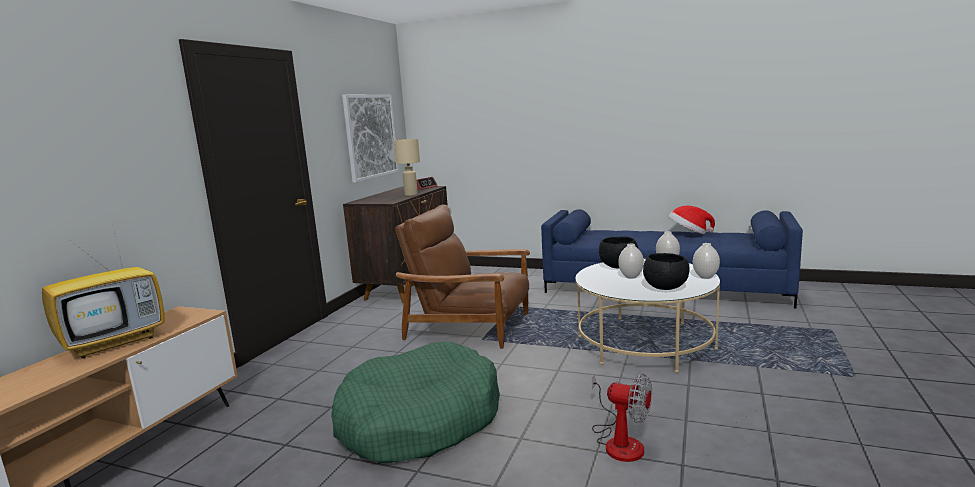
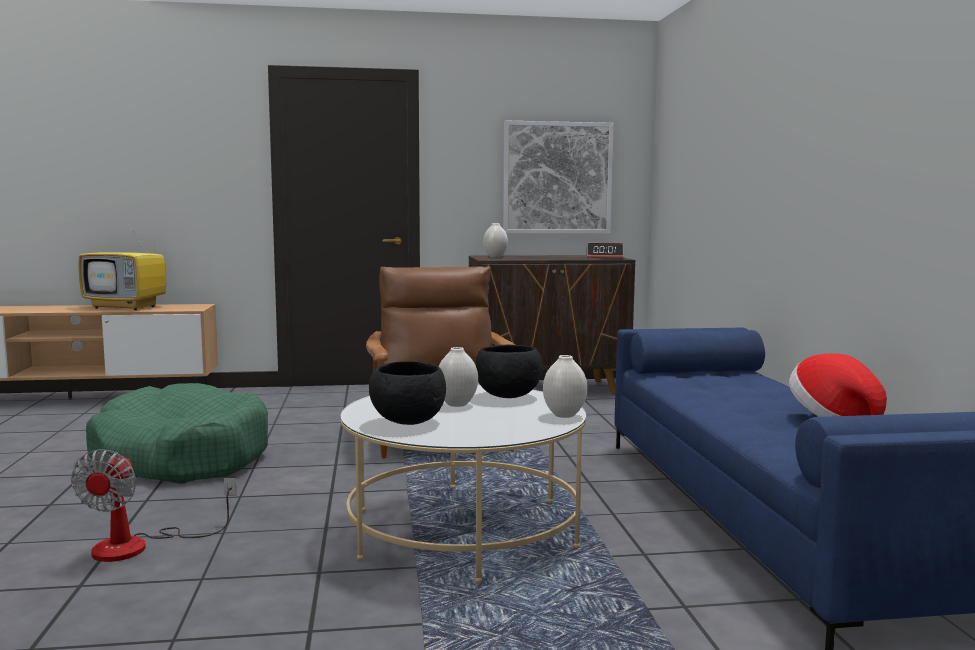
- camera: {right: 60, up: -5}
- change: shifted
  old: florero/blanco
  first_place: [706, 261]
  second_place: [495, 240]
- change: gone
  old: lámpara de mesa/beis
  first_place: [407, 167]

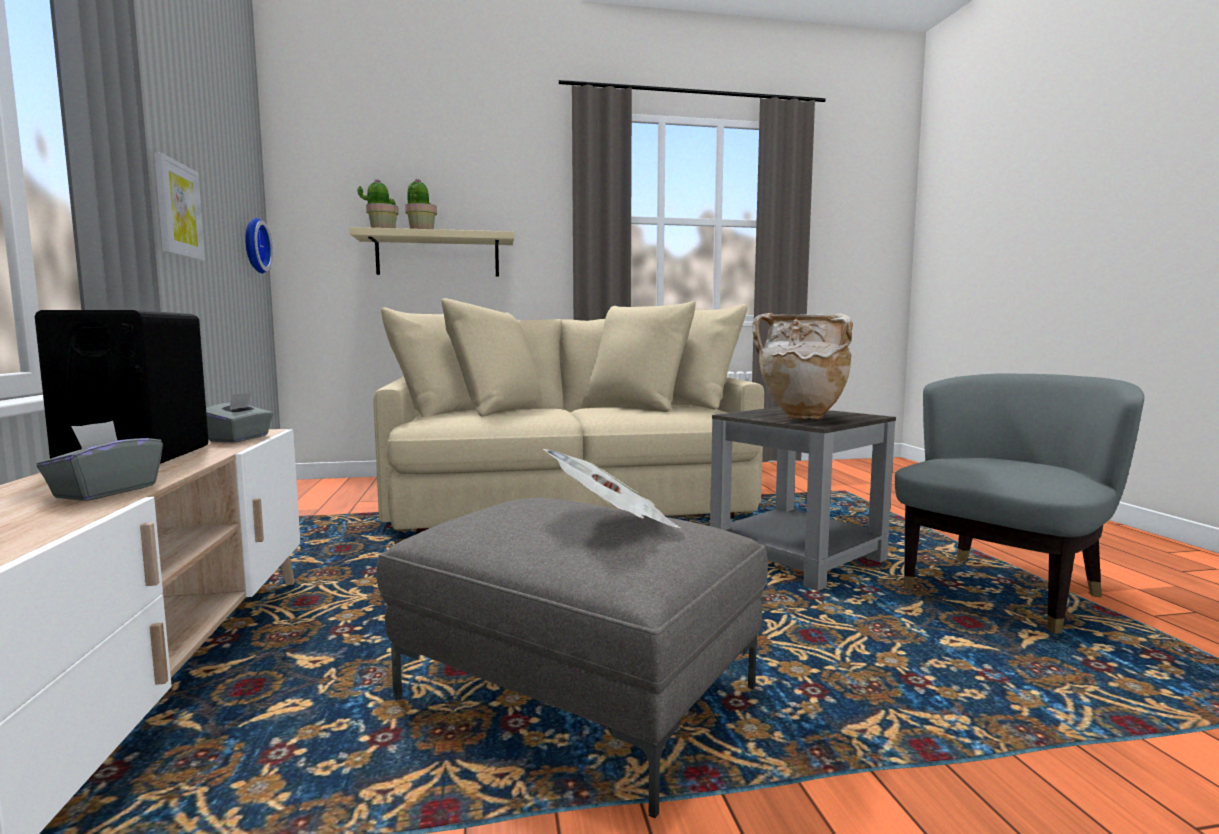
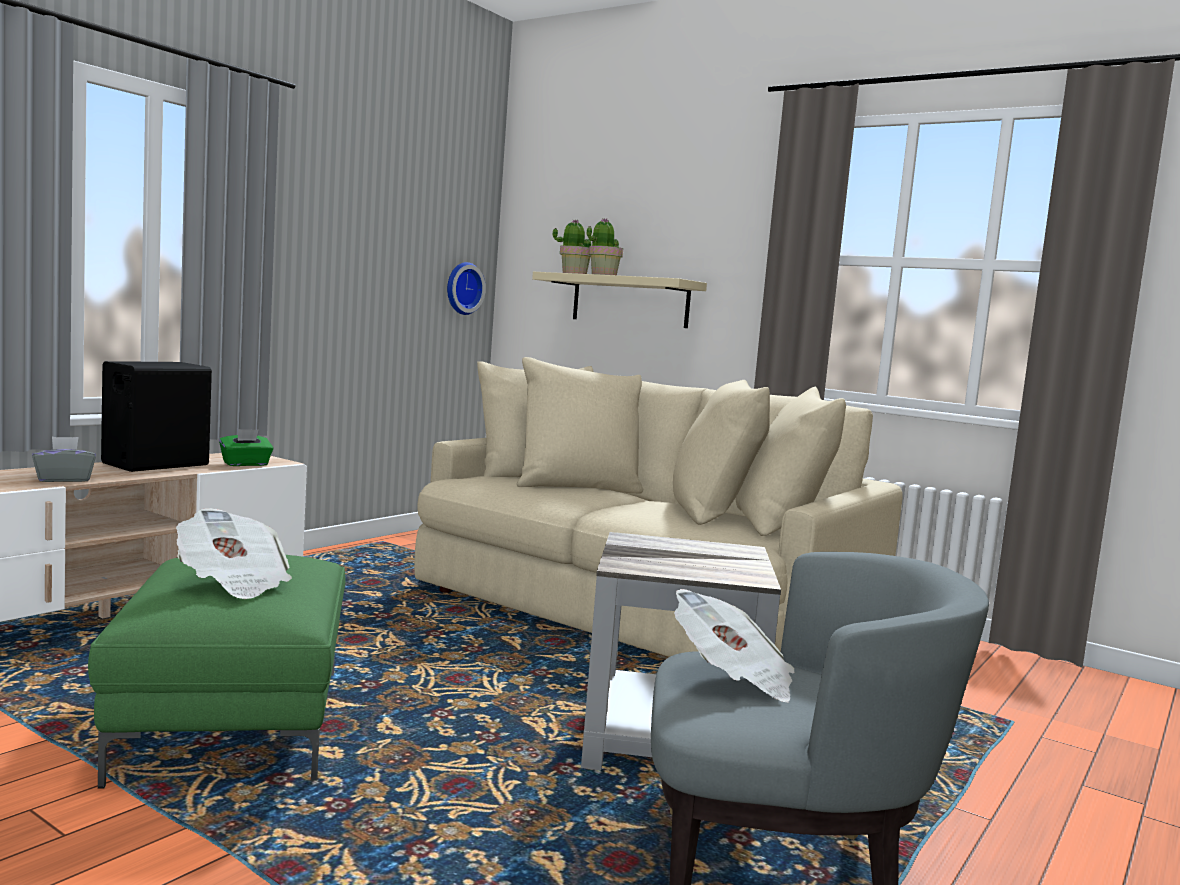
- camera: {right: 45, up: 0}
- change: repainted
  old: puf/gris
  new: puf/verde
  first_place: [572, 658]
  second_place: [216, 672]
- change: repainted
  old: caja de pañuelos/gris
  new: caja de pañuelos/verde
  first_place: [239, 417]
  second_place: [246, 447]
- change: new
  new: periódico
  second_place: [734, 646]
- change: gone
  old: cuadro
  first_place: [179, 206]
- change: gone
  old: florero/beis
  first_place: [802, 366]

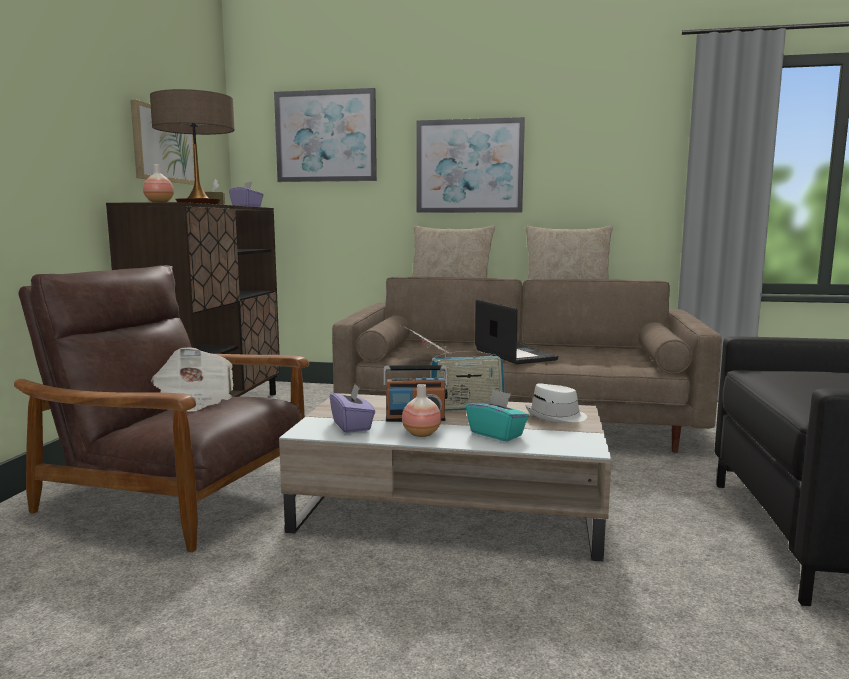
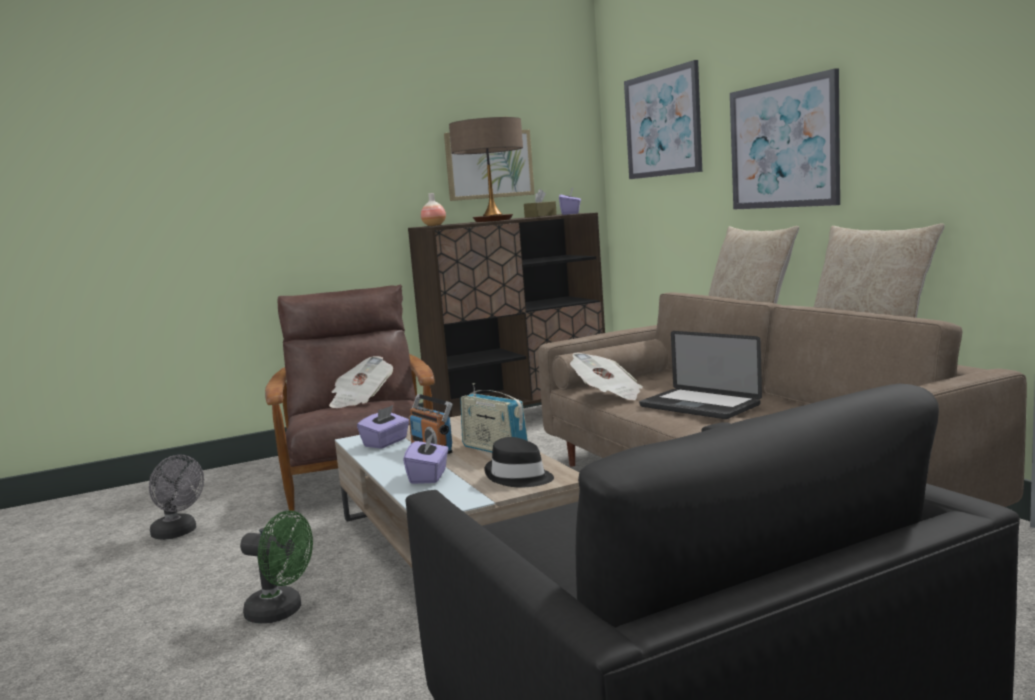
- camera: {right: 55, up: 0}
- change: new
  new: ventilador/gris
  second_place: [176, 497]
- change: new
  new: ventilador/verde
  second_place: [276, 566]
- change: repainted
  old: caja de pañuelos/turquesa
  new: caja de pañuelos/morado
  first_place: [497, 415]
  second_place: [426, 458]
- change: repainted
  old: sombrero/blanco
  new: sombrero/negro
  first_place: [556, 403]
  second_place: [519, 462]
- change: rotated
  old: portátil
  first_place: [516, 331]
  second_place: [700, 375]
  degrees: 105
- change: gone
  old: florero
  first_place: [421, 410]

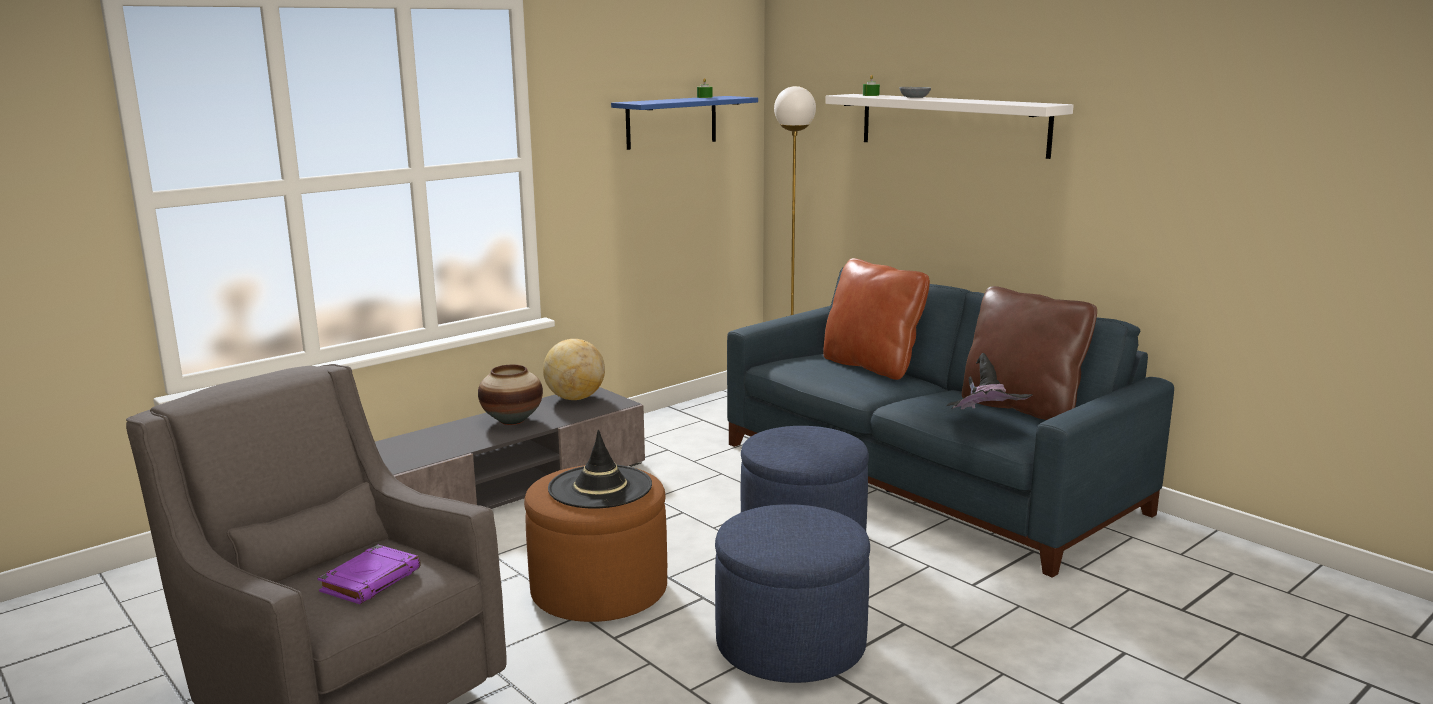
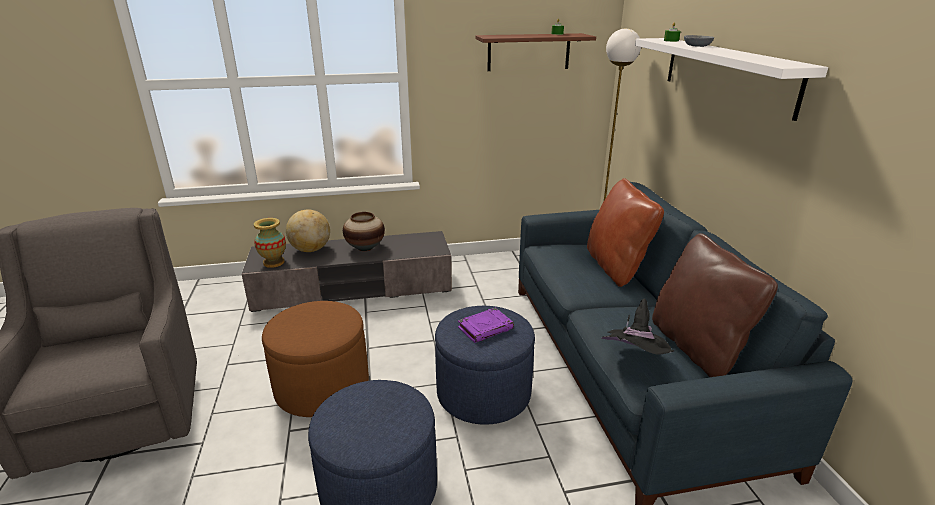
- camera: {right: 30, up: 10}
- change: new
  new: florero
  second_place: [270, 243]
- change: shifted
  old: globo terráqueo
  first_place: [574, 369]
  second_place: [308, 230]
- change: shifted
  old: libro/morado
  first_place: [369, 574]
  second_place: [486, 325]
- change: repainted
  old: estante/azul
  new: estante/marrón
  first_place: [684, 123]
  second_place: [535, 52]
- change: gone
  old: sombrero/negro
  first_place: [600, 469]

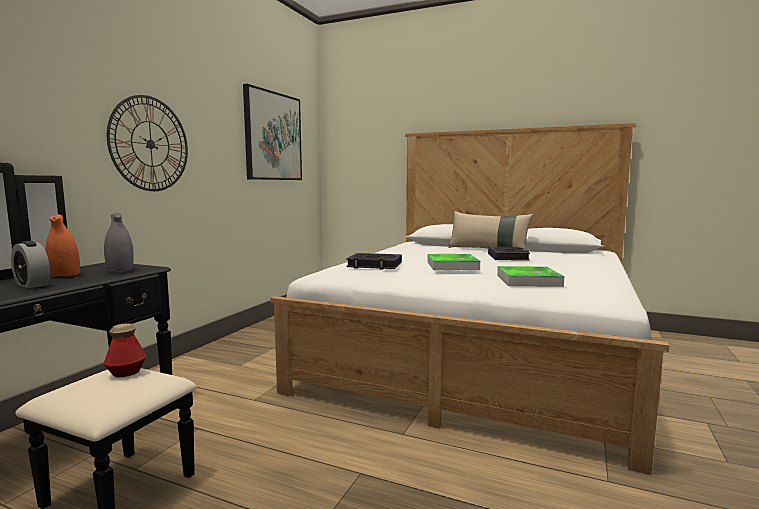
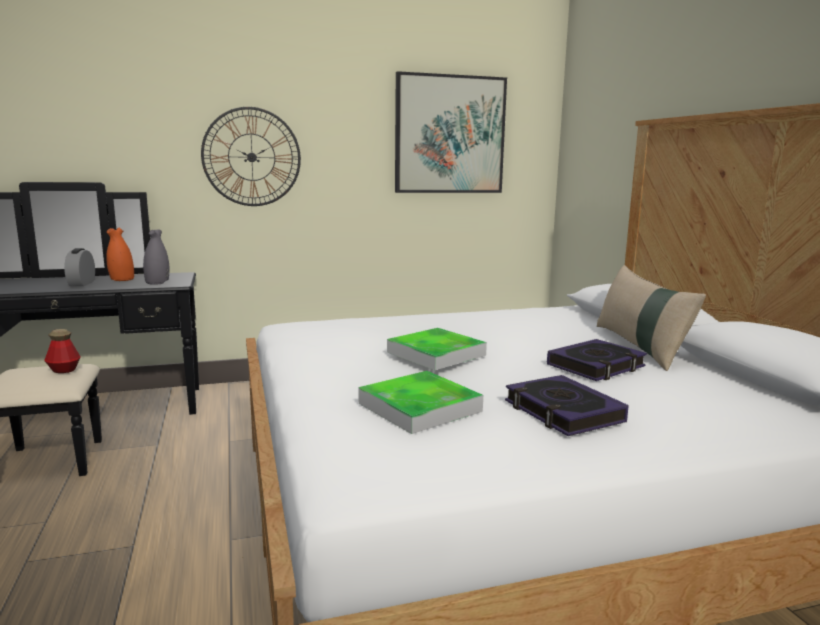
- camera: {right: 50, up: 5}
- change: shifted
  old: libro
  first_place: [374, 261]
  second_place: [567, 405]

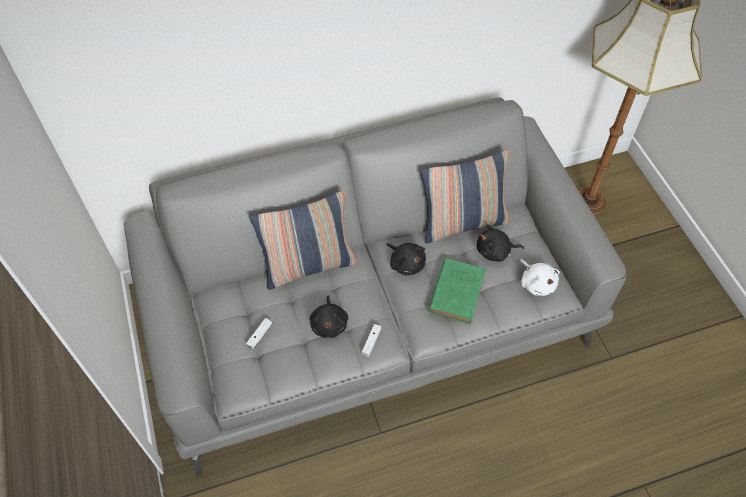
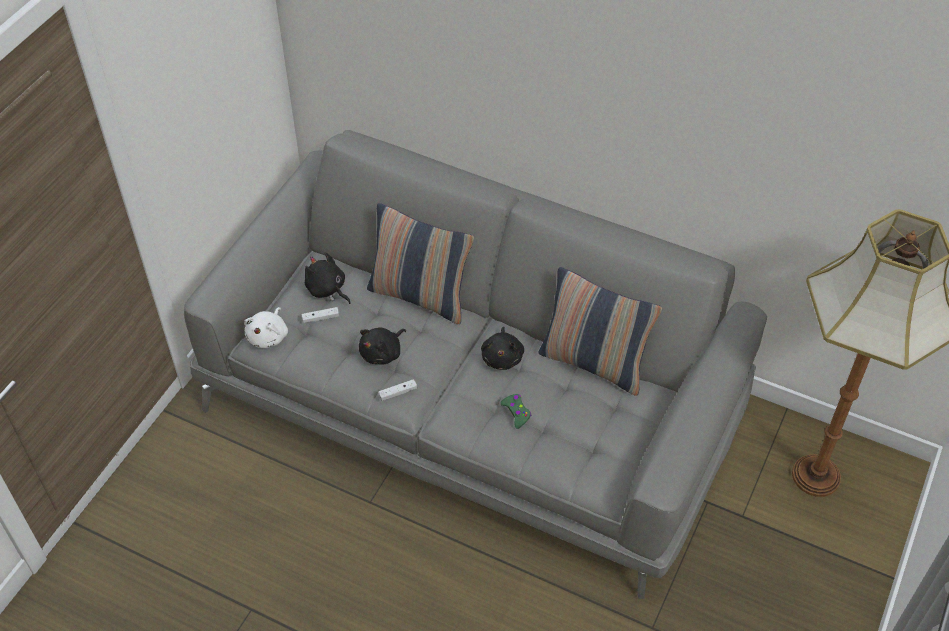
- camera: {right: 45, up: -5}
- change: shifted
  old: peluche/blanco
  first_place: [540, 277]
  second_place: [266, 327]
- change: shifted
  old: peluche/negro
  first_place: [500, 243]
  second_place: [328, 278]
- change: swapped
  old: libro/verde
  new: mando de consola/verde
  first_place: [456, 291]
  second_place: [515, 411]

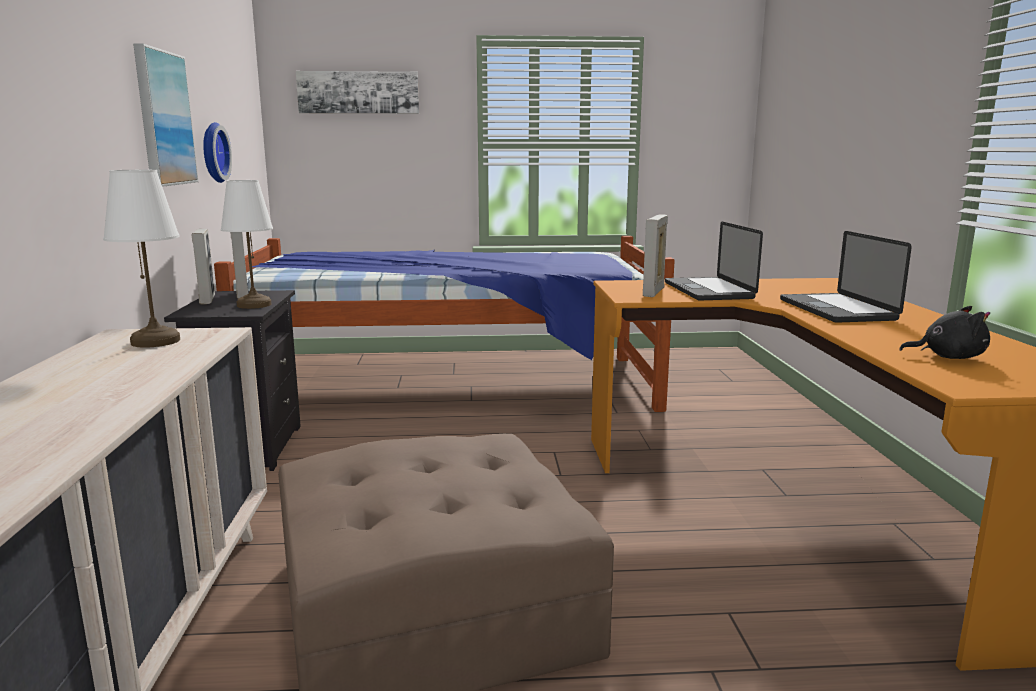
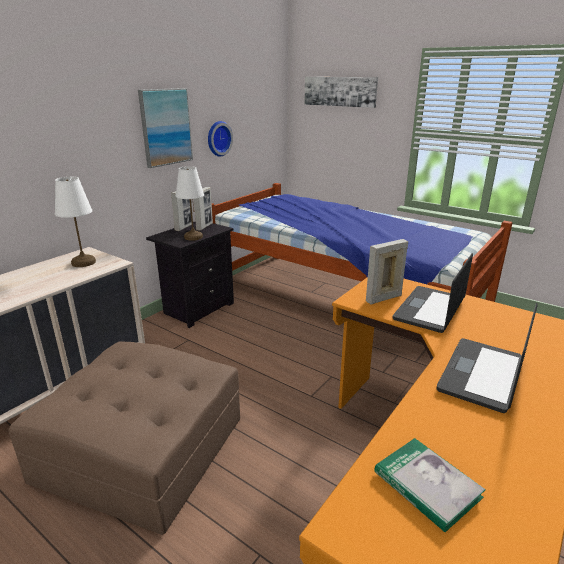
- camera: {right: 40, up: 10}
- change: swapped
  old: peluche/negro
  new: libro
  first_place: [944, 332]
  second_place: [430, 485]

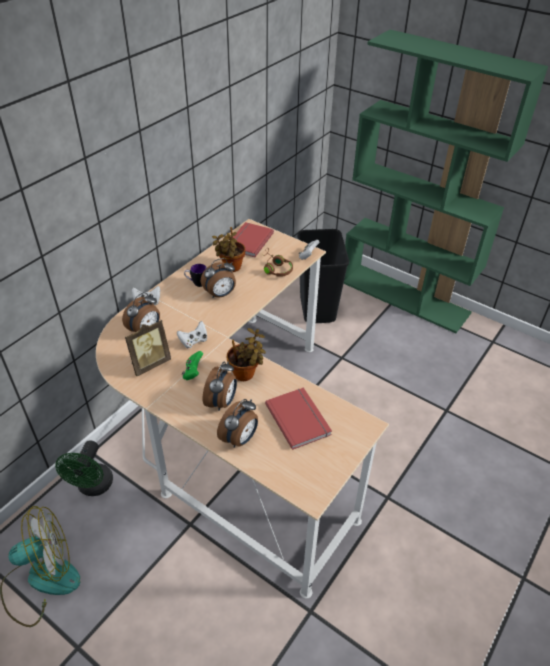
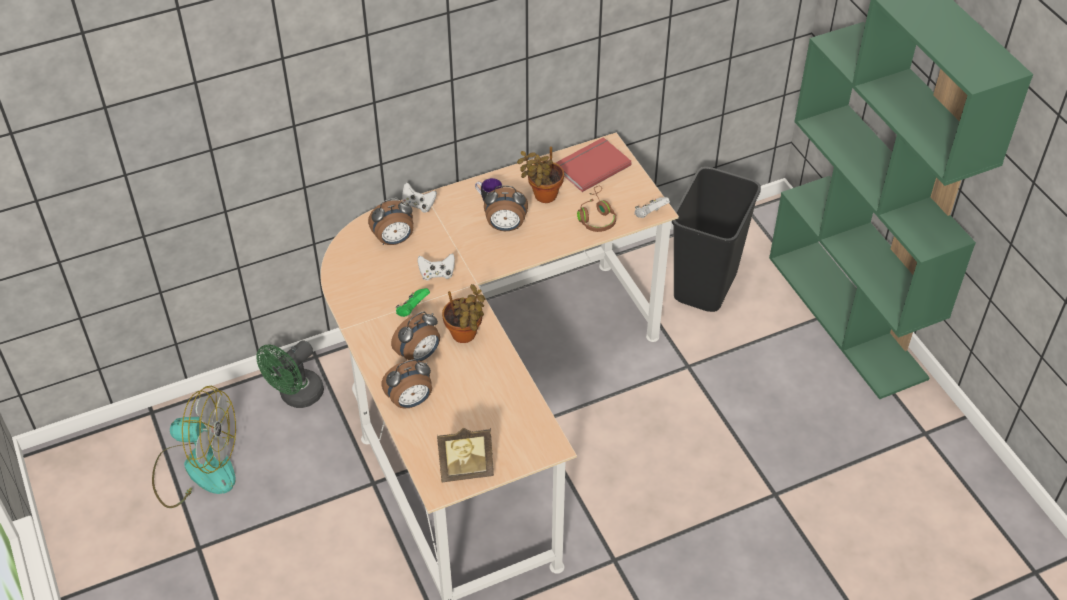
- camera: {right: 30, up: 5}
- change: shifted
  old: portarretratos
  first_place: [148, 348]
  second_place: [465, 455]
- change: gone
  old: libro/rojo
  first_place: [298, 418]

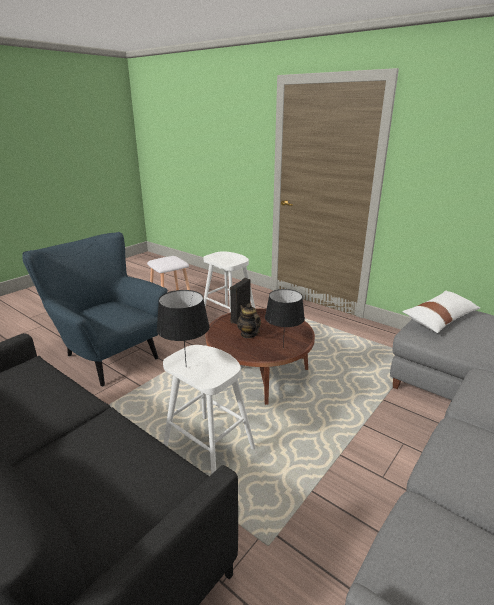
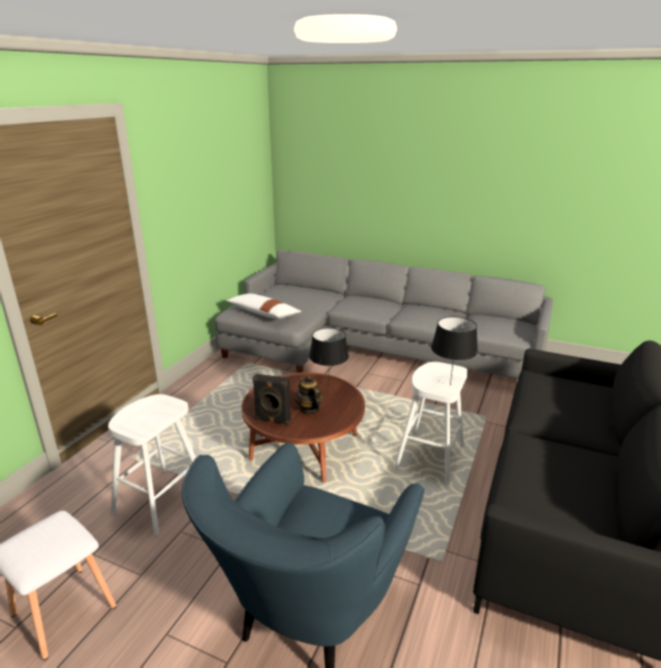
- camera: {right: -105, up: 0}
- change: rotated
  old: tetera
  first_place: [249, 320]
  second_place: [309, 395]
  degrees: 105

